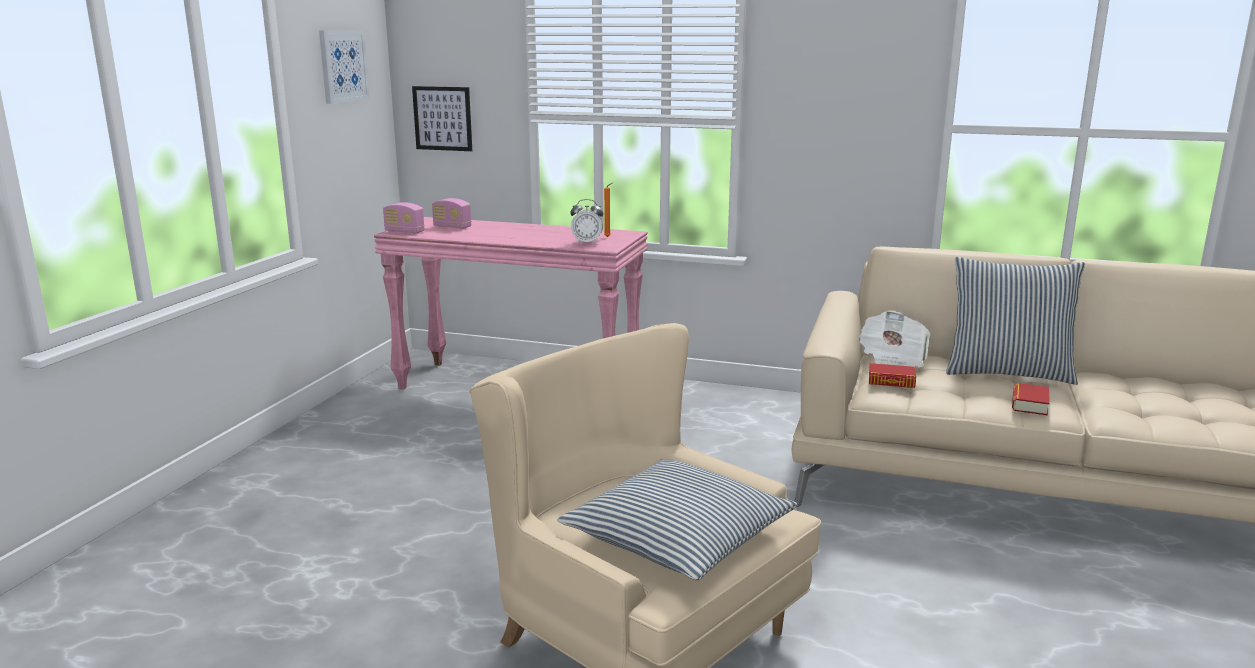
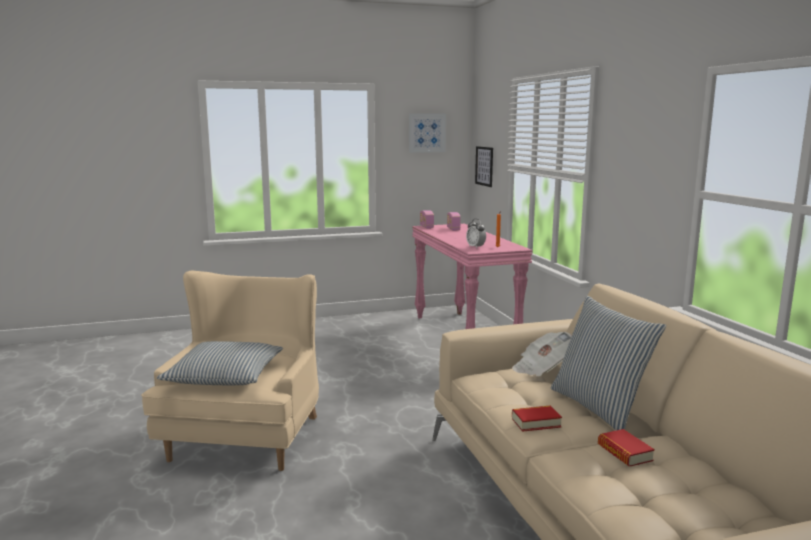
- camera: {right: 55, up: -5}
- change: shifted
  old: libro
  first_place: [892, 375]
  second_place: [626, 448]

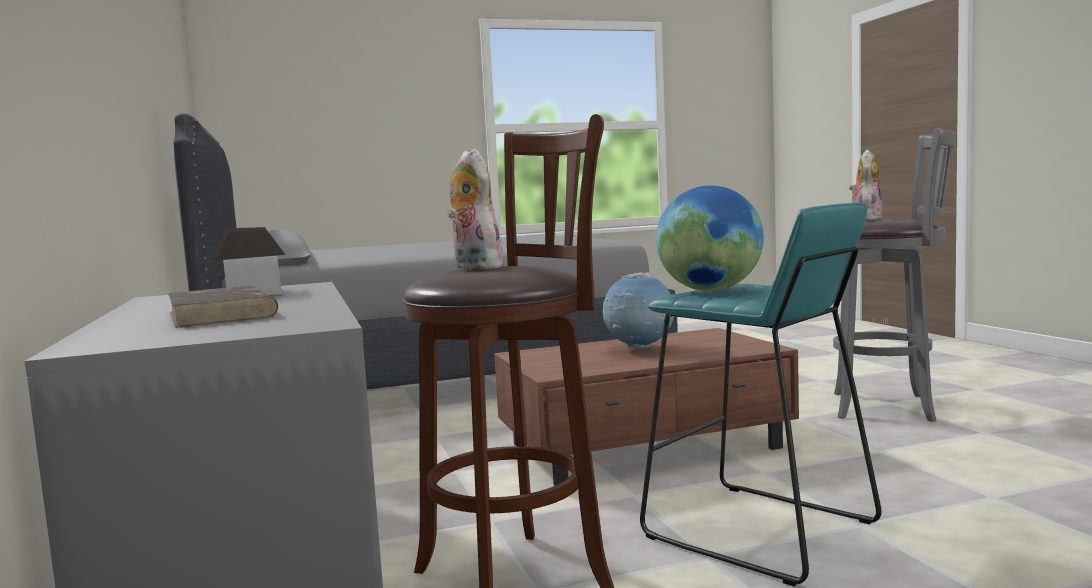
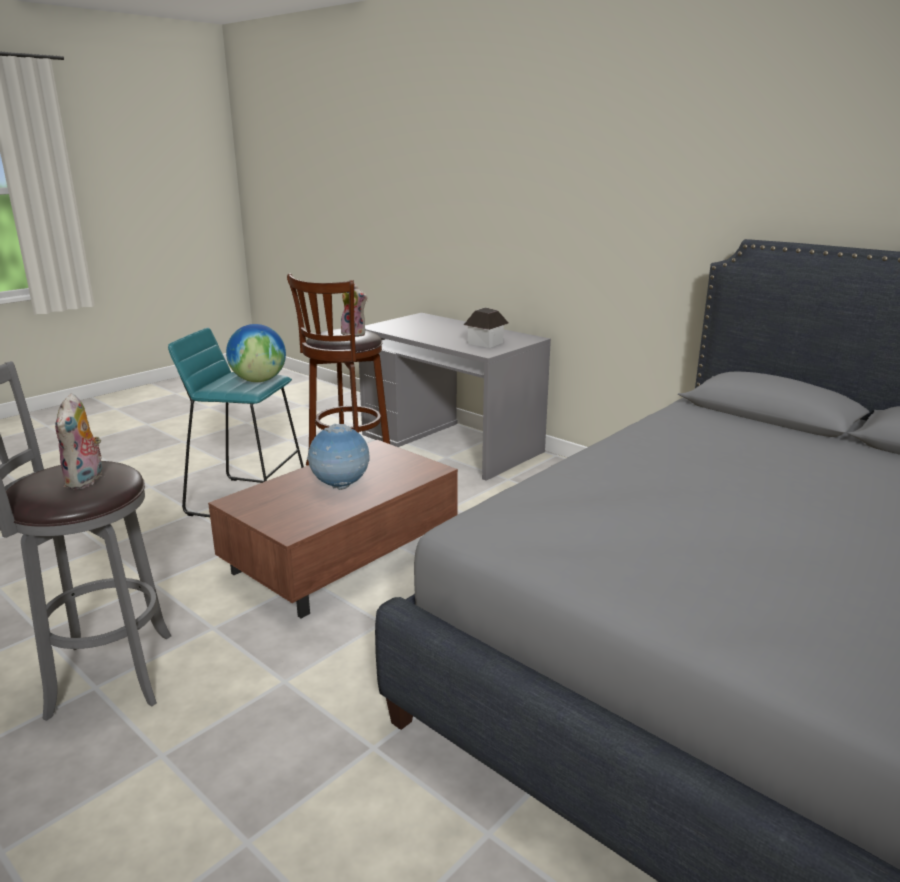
- camera: {right: 150, up: 15}
- change: gone
  old: libro/marrón
  first_place: [223, 307]

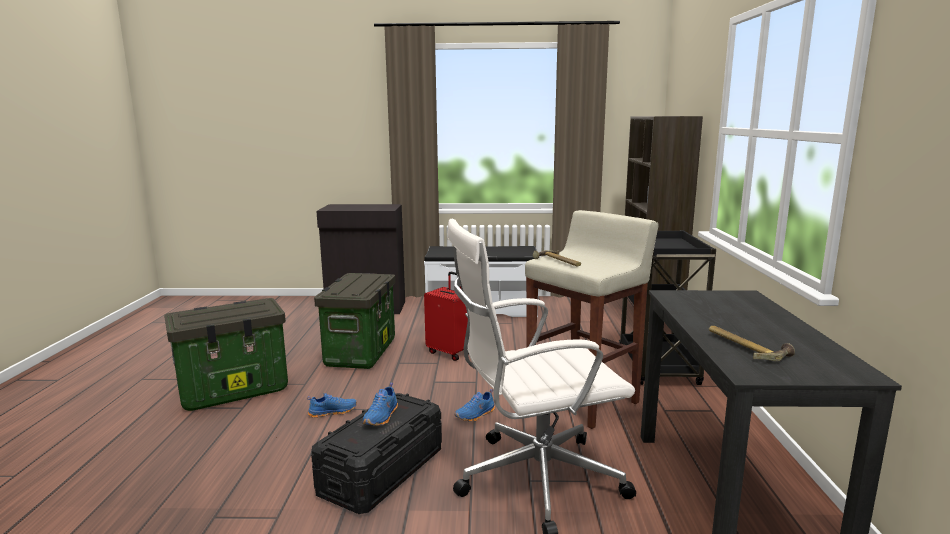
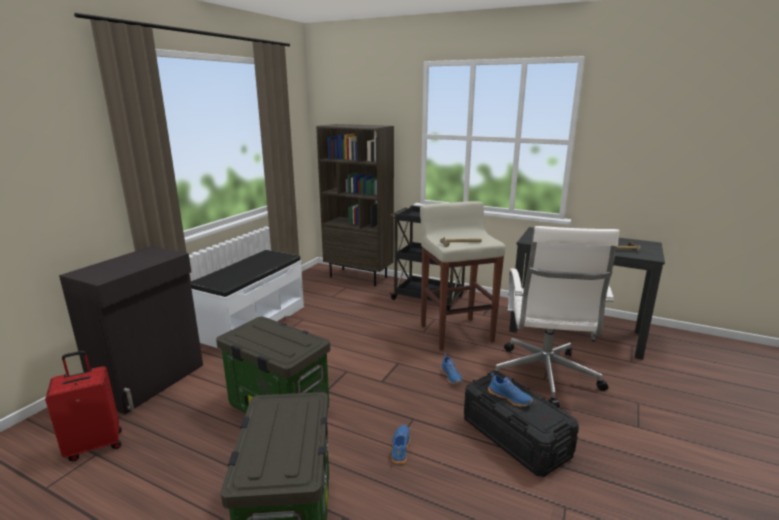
- camera: {right: -65, up: 5}
- change: shifted
  old: maleta/rojo
  first_place: [446, 316]
  second_place: [83, 406]

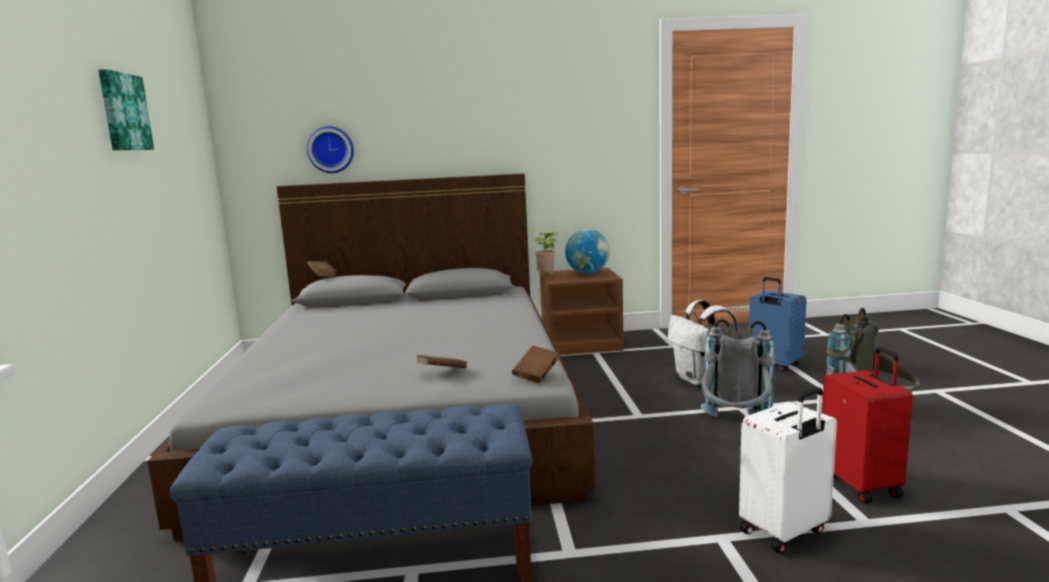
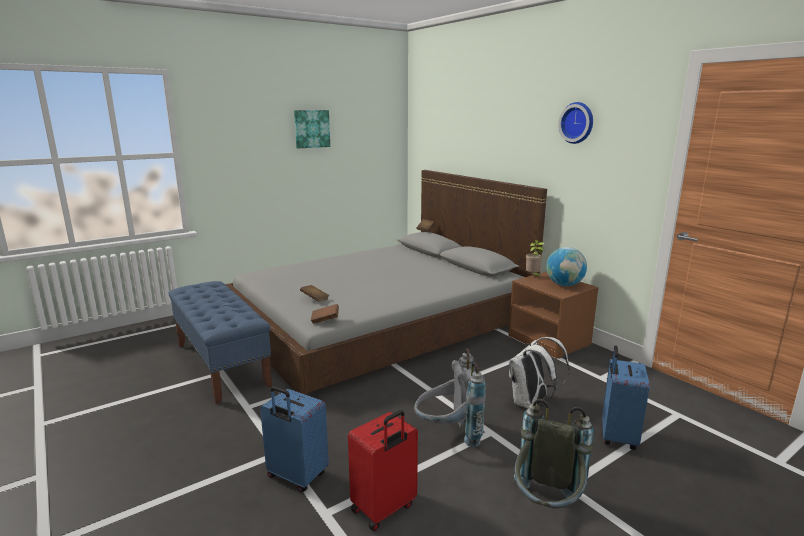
- camera: {right: 60, up: 5}
- change: repainted
  old: maleta/blanco
  new: maleta/azul
  first_place: [788, 470]
  second_place: [294, 439]
- change: shifted
  old: reloj de pared
  first_place: [330, 149]
  second_place: [575, 123]

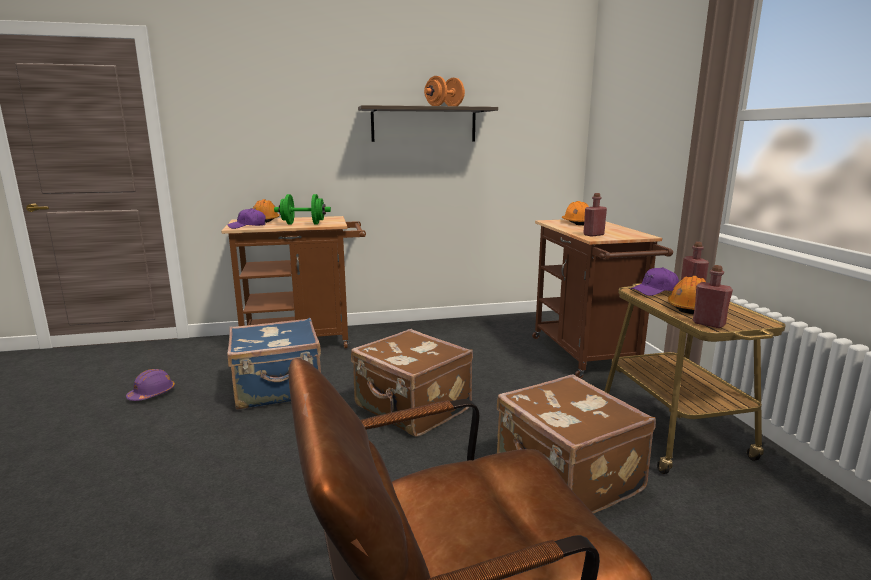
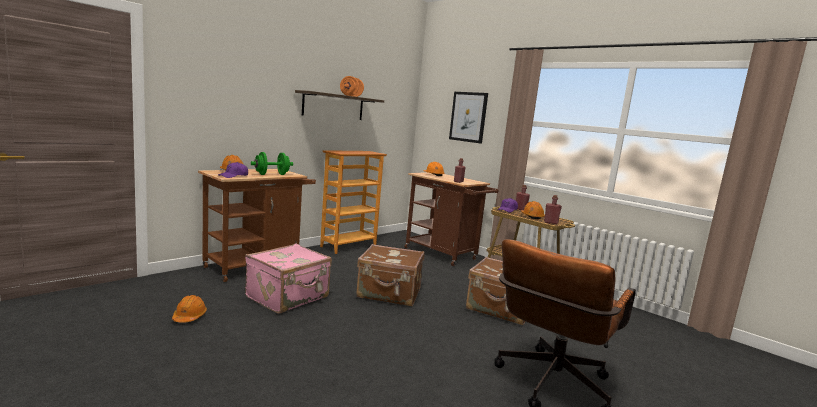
- camera: {right: -35, up: -5}
- change: repainted
  old: casco/morado
  new: casco/naranja
  first_place: [150, 385]
  second_place: [189, 309]
- change: repainted
  old: maleta/azul
  new: maleta/rosa
  first_place: [274, 364]
  second_place: [288, 278]
- change: new
  new: estantería
  second_place: [353, 202]
- change: new
  new: cuadro
  second_place: [468, 118]

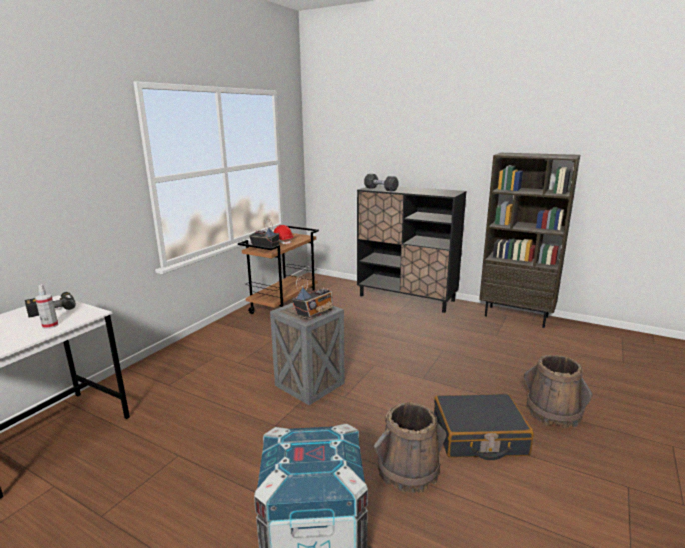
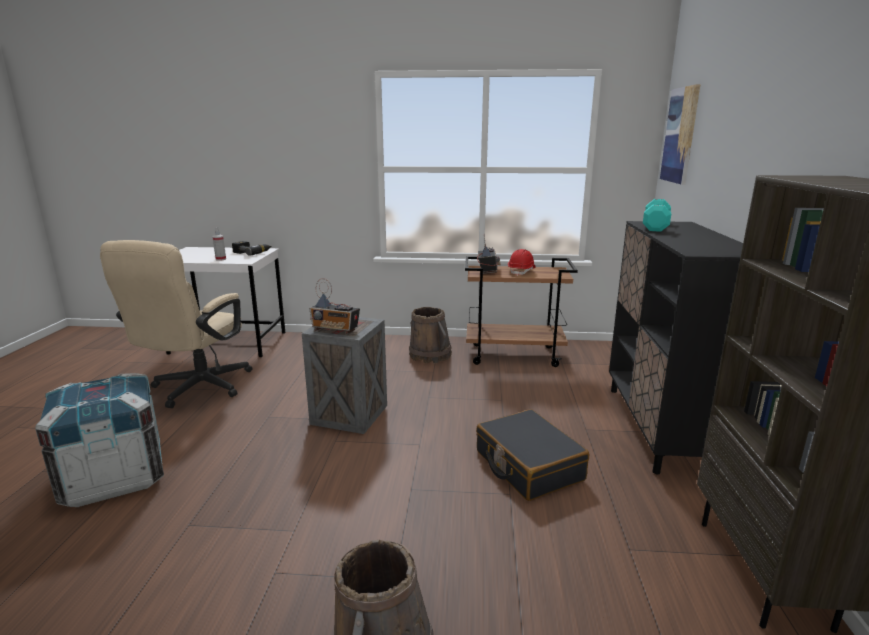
- camera: {right: 65, up: 0}
- change: new
  new: silla de oficina/beis
  second_place: [176, 324]
- change: shifted
  old: cubo/marrón
  first_place: [410, 447]
  second_place: [430, 335]
- change: shifted
  old: maleta/negro
  first_place: [484, 427]
  second_place: [532, 455]
- change: repainted
  old: mancuerna/negro
  new: mancuerna/turquesa
  first_place: [381, 183]
  second_place: [657, 215]
- change: new
  new: cuadro
  second_place: [680, 134]

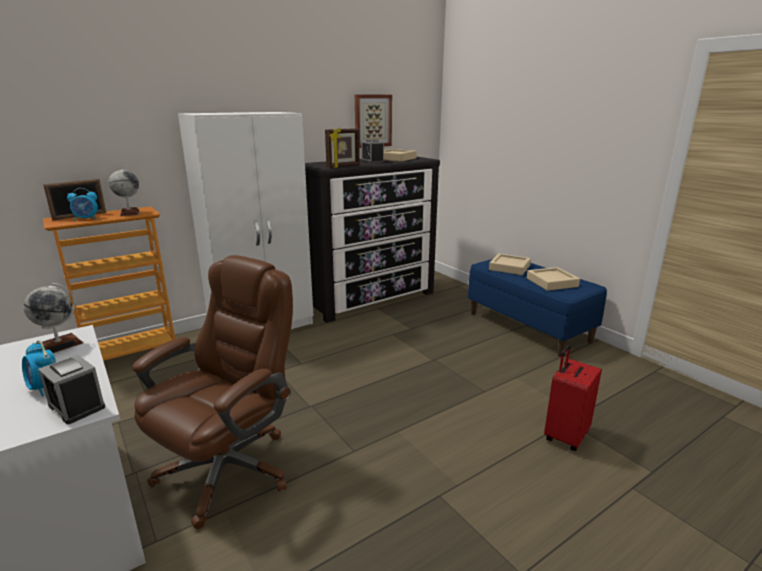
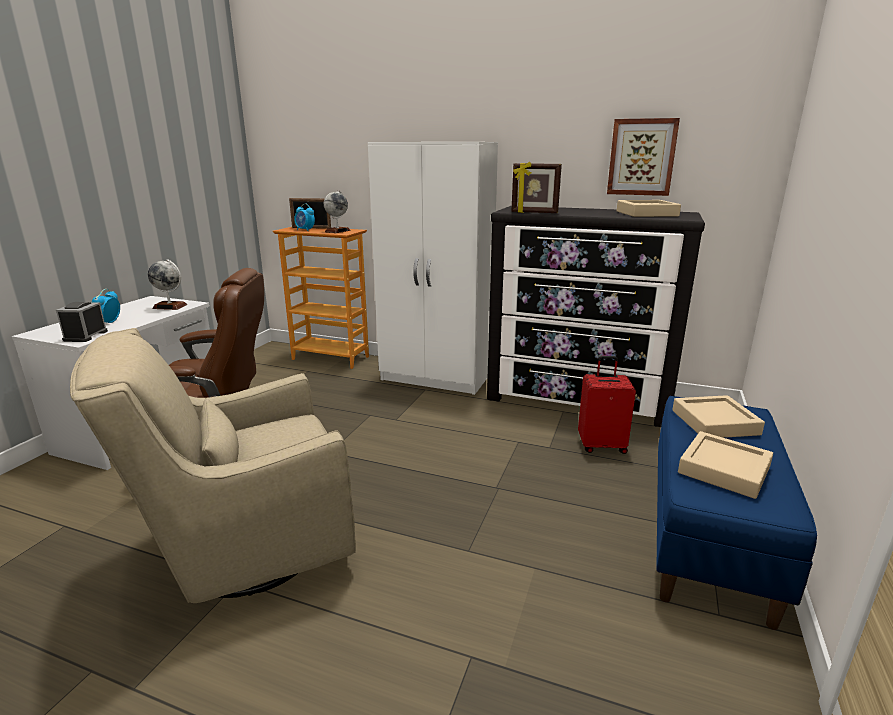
- camera: {right: 55, up: 0}
- change: new
  new: sillón/beis
  second_place: [213, 465]
- change: shifted
  old: maleta/rojo
  first_place: [573, 398]
  second_place: [607, 405]
- change: gone
  old: despertador
  first_place: [372, 151]

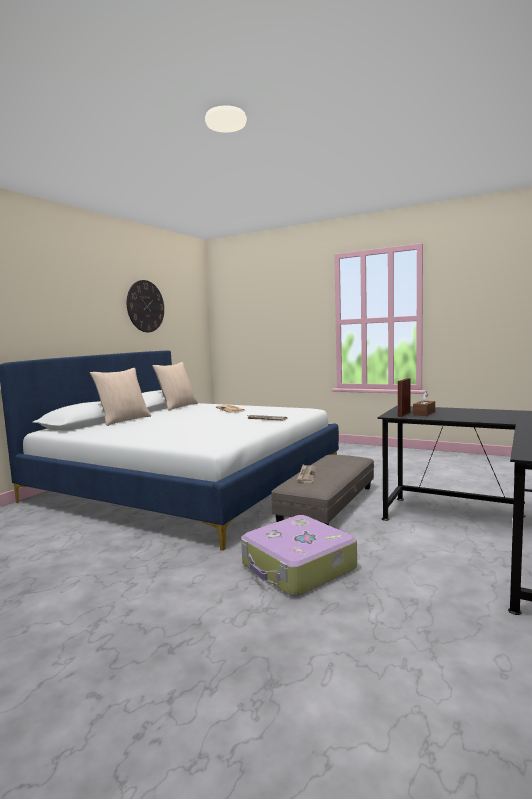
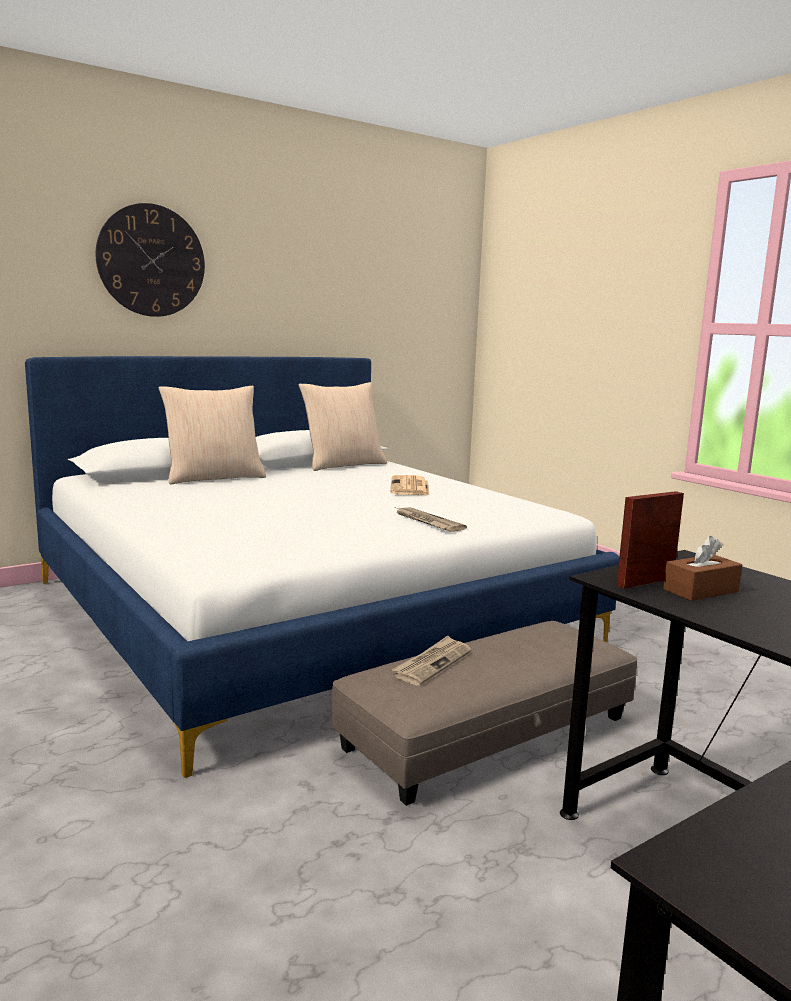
- camera: {right: 25, up: 5}
- change: shifted
  old: reloj de pared
  first_place: [145, 306]
  second_place: [150, 260]
- change: gone
  old: maleta
  first_place: [299, 555]

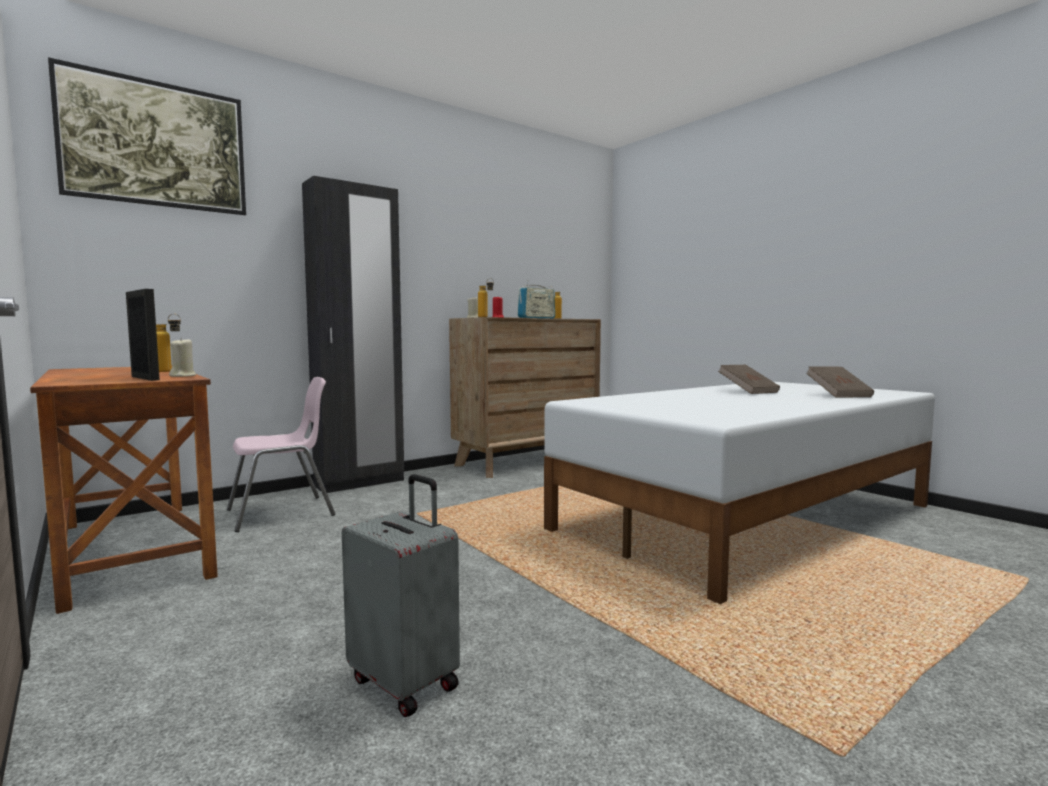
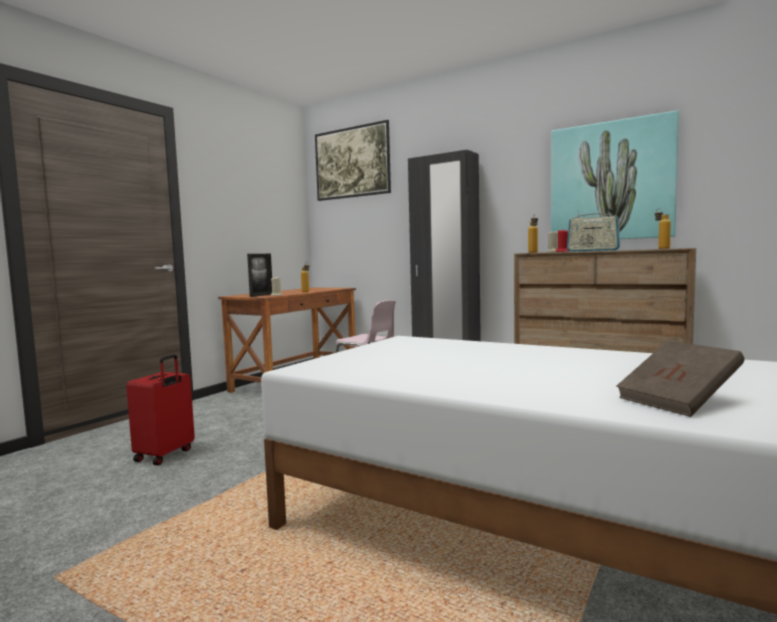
- camera: {right: 70, up: 0}
- change: repainted
  old: maleta/gris
  new: maleta/rojo
  first_place: [401, 595]
  second_place: [160, 409]
- change: new
  new: cuadro
  second_place: [615, 174]
- change: gone
  old: libro/marrón
  first_place: [749, 379]

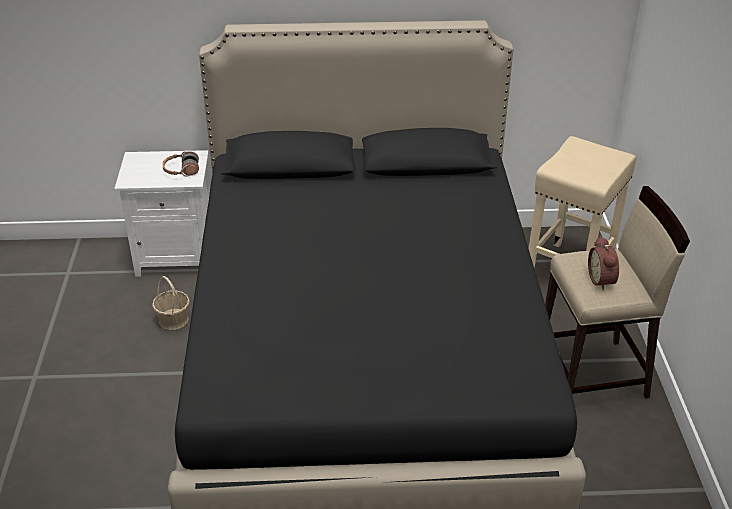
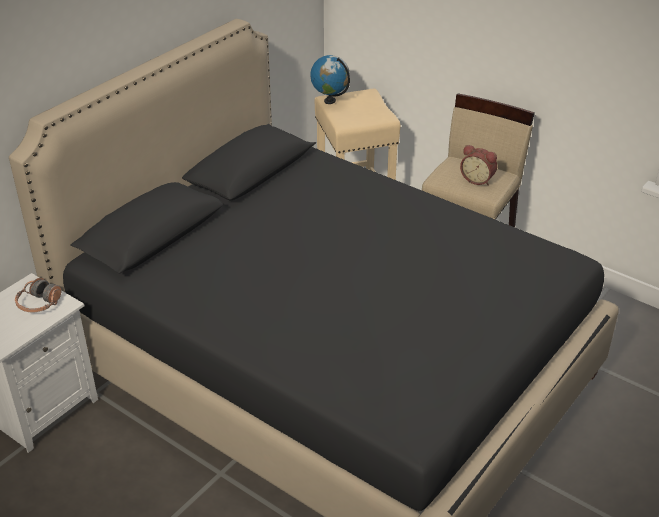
- camera: {right: -50, up: 0}
- change: new
  new: globo terráqueo
  second_place: [330, 79]
- change: gone
  old: cesta
  first_place: [171, 303]

